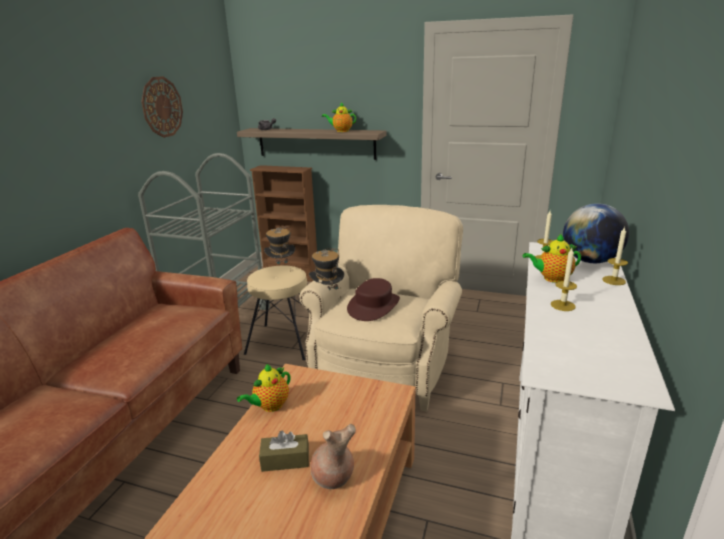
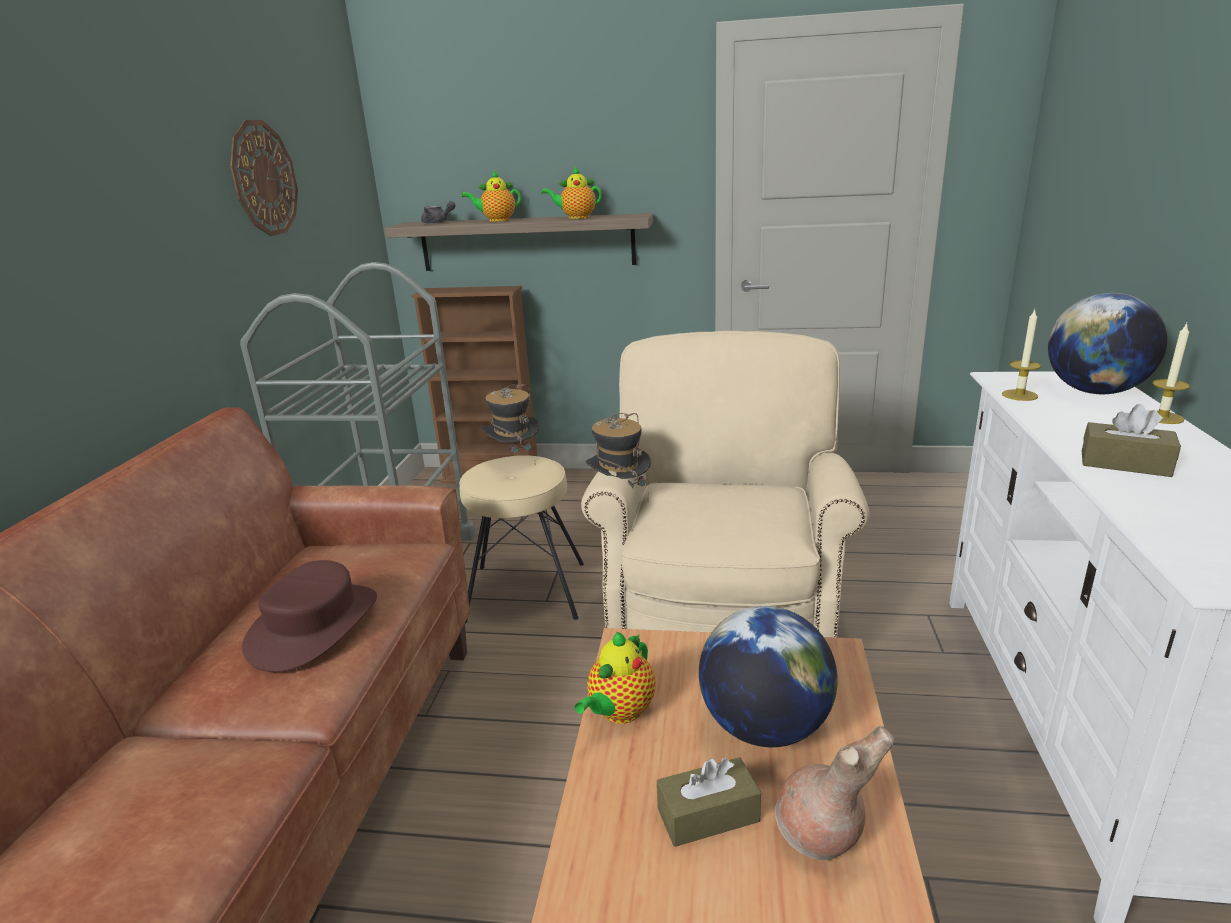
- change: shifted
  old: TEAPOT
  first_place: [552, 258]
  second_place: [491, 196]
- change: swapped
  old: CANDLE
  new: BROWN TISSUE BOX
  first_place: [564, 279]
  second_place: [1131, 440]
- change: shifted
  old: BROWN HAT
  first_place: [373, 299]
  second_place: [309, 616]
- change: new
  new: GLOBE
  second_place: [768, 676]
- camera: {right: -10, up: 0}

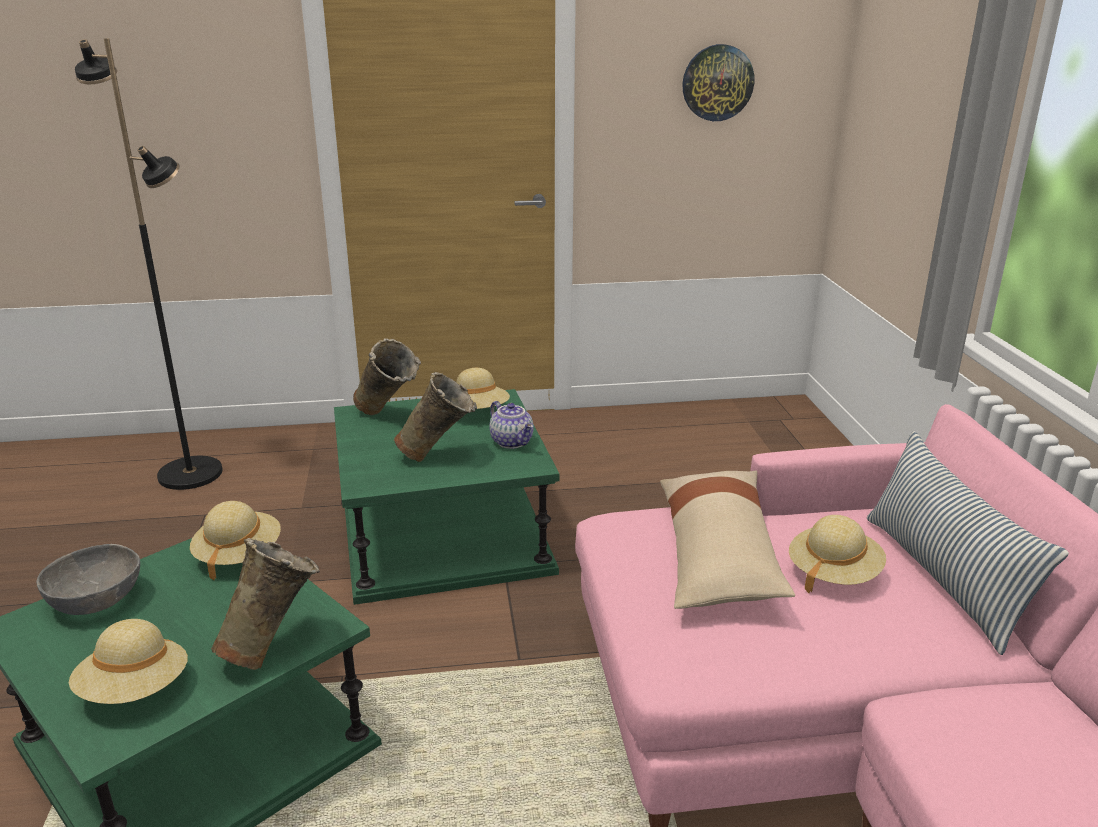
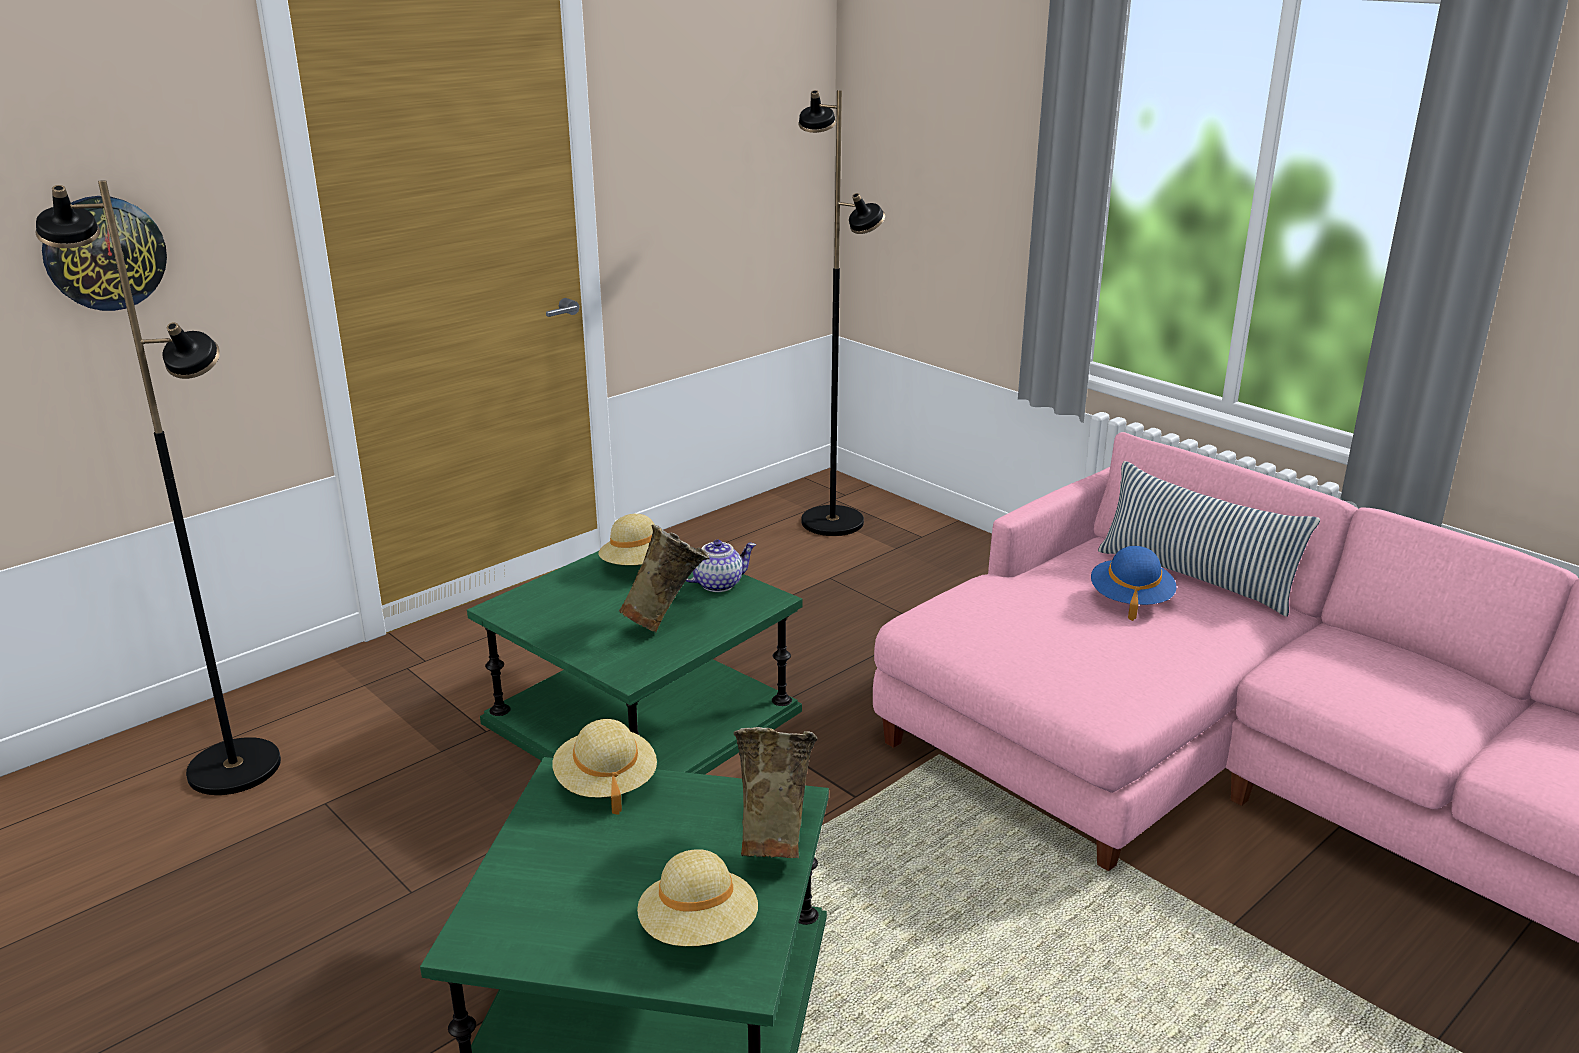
- change: shifted
  old: WALL CLOCK
  first_place: [718, 82]
  second_place: [104, 253]
- change: gone
  old: BEIGE VASE
  first_place: [387, 377]
- change: rotated
  old: TEAPOT
  first_place: [511, 425]
  second_place: [721, 566]
  degrees: -45
- change: gone
  old: BEIGE PILLOW
  first_place: [727, 540]
- change: repainted
  old: BEIGE HAT
  new: BLUE HAT
  first_place: [837, 554]
  second_place: [1134, 583]
- change: gone
  old: GREY BOWL
  first_place: [88, 579]
- change: new
  new: BLACK FLOOR LAMP
  second_place: [841, 313]
- camera: {right: -35, up: 0}

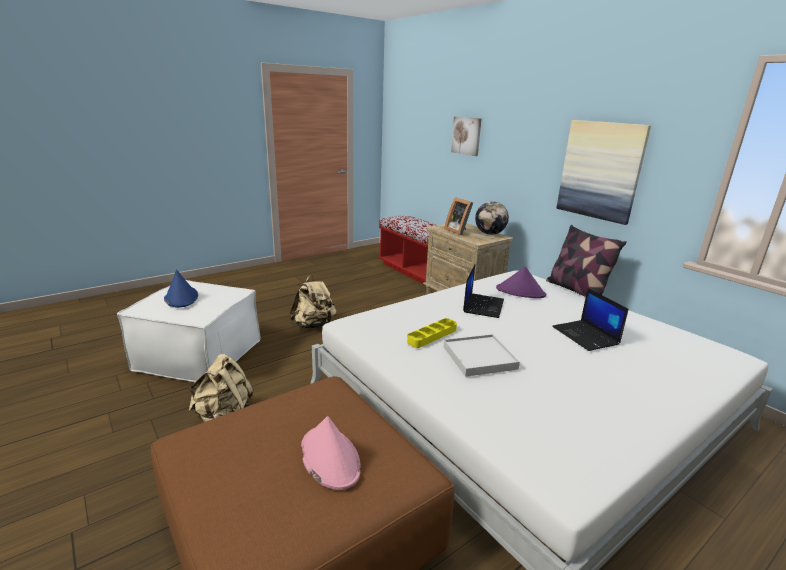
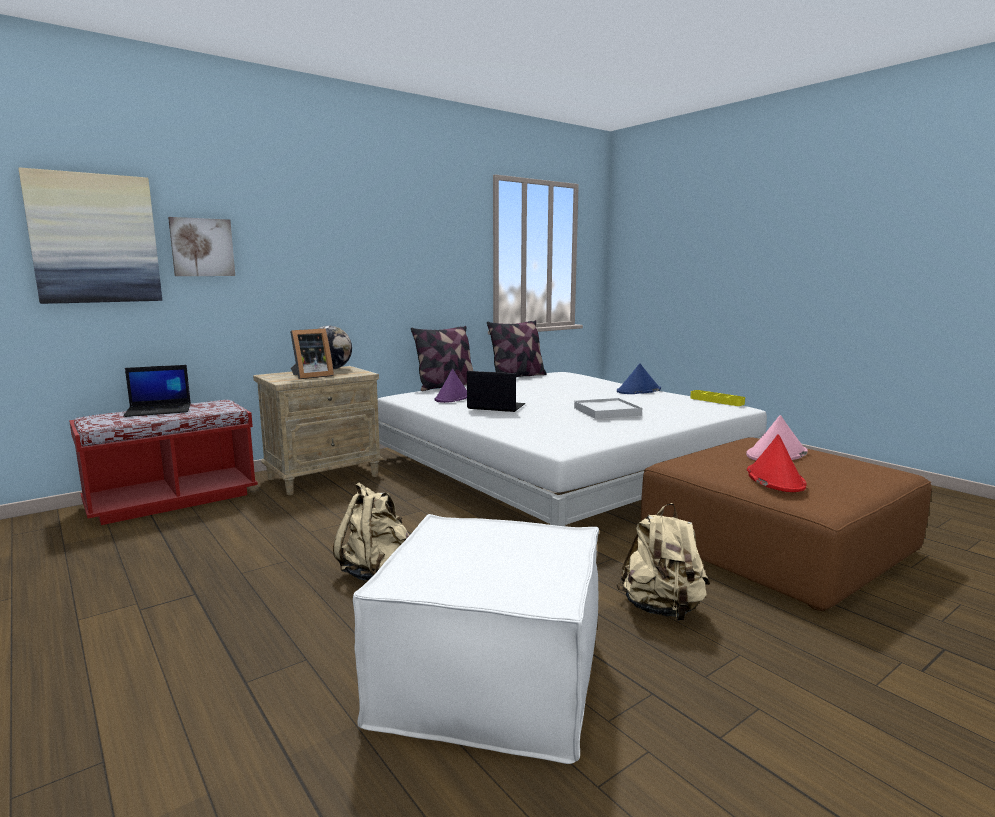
- change: shifted
  old: PICTURE
  first_place: [604, 172]
  second_place: [90, 235]
- change: shifted
  old: BLUE HAT
  first_place: [181, 289]
  second_place: [639, 378]
- change: shifted
  old: LAPTOP
  first_place: [590, 319]
  second_place: [157, 391]
- change: shifted
  old: YELLOW TRAY
  first_place: [432, 333]
  second_place: [717, 398]
- change: new
  new: PILLOW
  second_place: [517, 348]
- change: new
  new: RED HAT
  second_place: [776, 463]
- camera: {right: -90, up: -10}

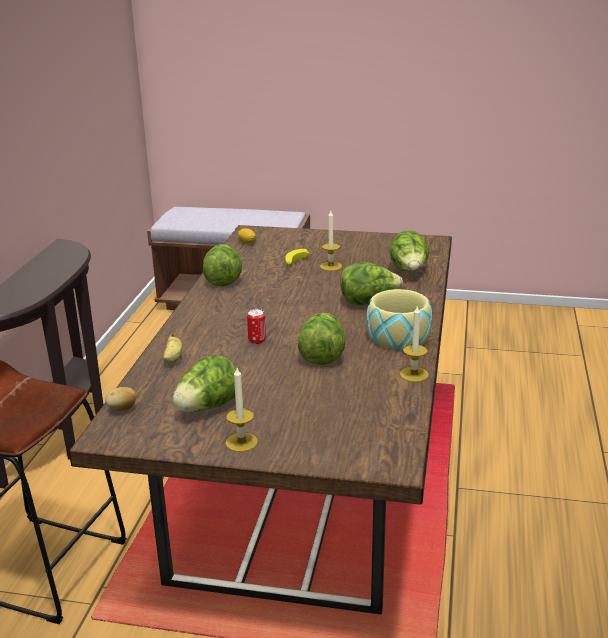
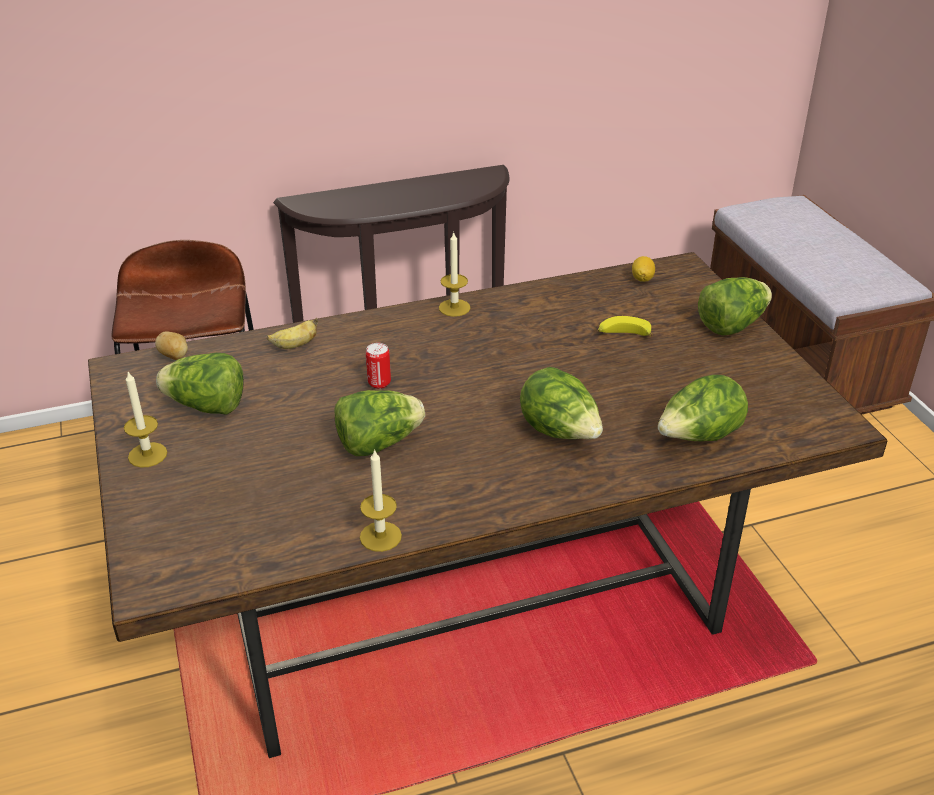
- change: shifted
  old: CANDLE
  first_place: [331, 241]
  second_place: [455, 274]
- change: shifted
  old: LETTUCE
  first_place: [222, 265]
  second_place: [735, 306]
- change: gone
  old: BOWL
  first_place: [399, 319]
- camera: {right: 60, up: 10}

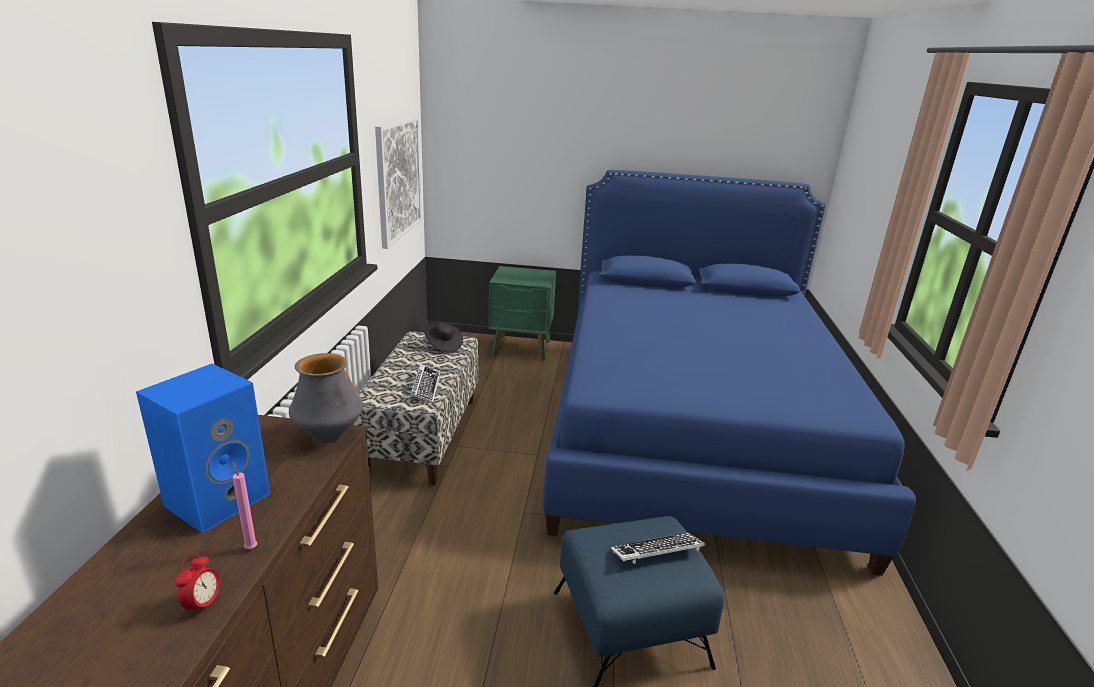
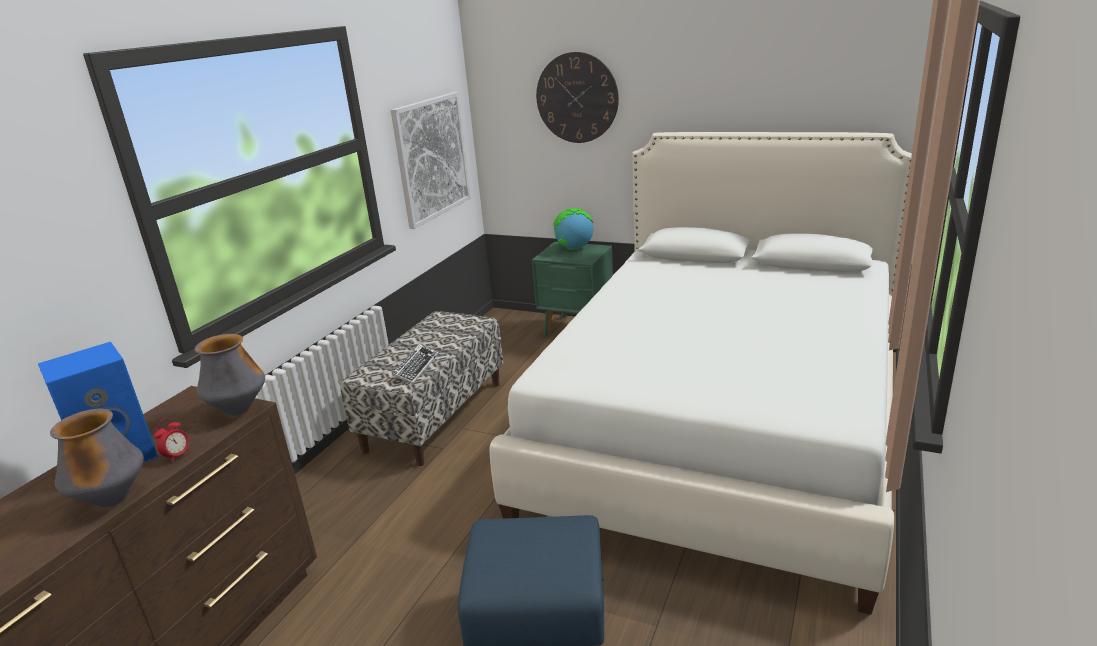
- change: repainted
  old: BLUE BED
  new: WHITE BED
  first_place: [729, 373]
  second_place: [700, 373]
- change: gone
  old: BLACK HAT
  first_place: [444, 337]
- change: swapped
  old: PINK CANDLE
  new: VASE
  first_place: [245, 505]
  second_place: [97, 458]
- change: gone
  old: KEYBOARD
  first_place: [658, 548]
- change: shifted
  old: ALARM CLOCK
  first_place: [198, 585]
  second_place: [172, 440]
- change: new
  new: WALL CLOCK
  second_place: [577, 97]
- change: new
  new: GLOBE
  second_place: [573, 229]
- camera: {right: 20, up: 0}

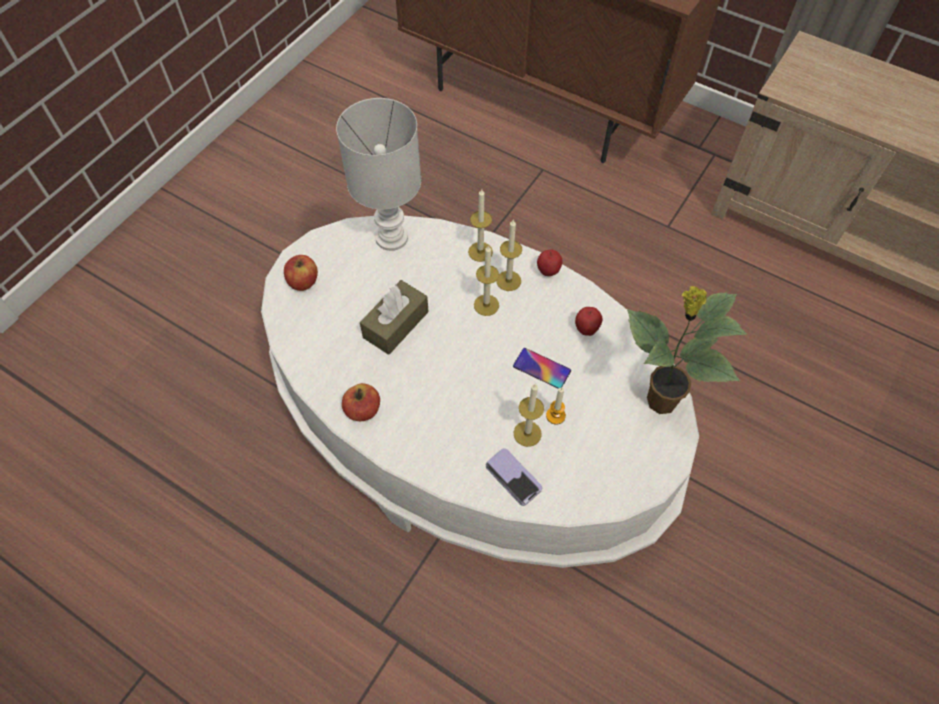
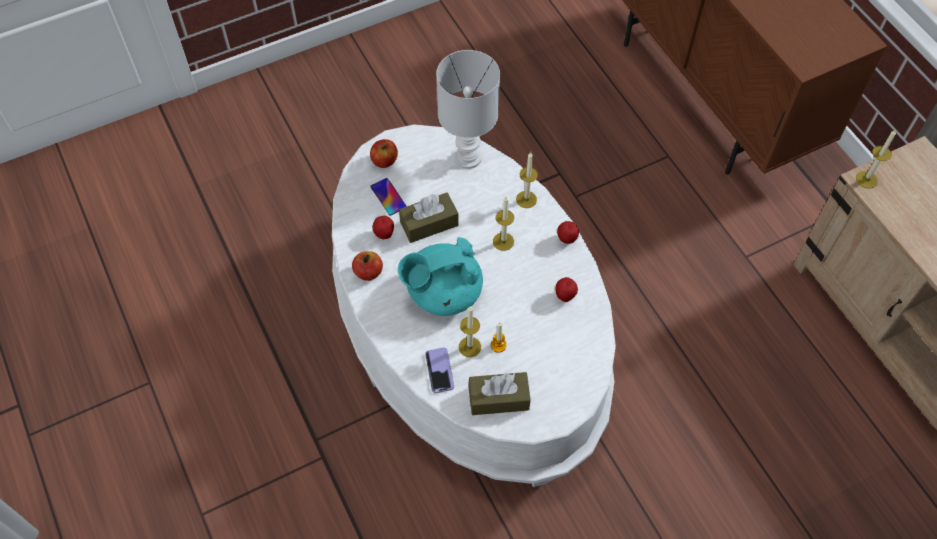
- change: shifted
  old: CANDLE
  first_place: [509, 255]
  second_place: [876, 159]
- change: gone
  old: POTTED PLANT
  first_place: [687, 350]
- change: shifted
  old: PHONE
  first_place: [542, 368]
  second_place: [388, 197]
- change: new
  new: APPLE
  second_place: [383, 227]
- change: new
  new: TURQUOISE TEAPOT
  second_place: [440, 276]
- change: new
  new: BROWN TISSUE BOX
  second_place: [499, 393]
- camera: {right: 30, up: 0}

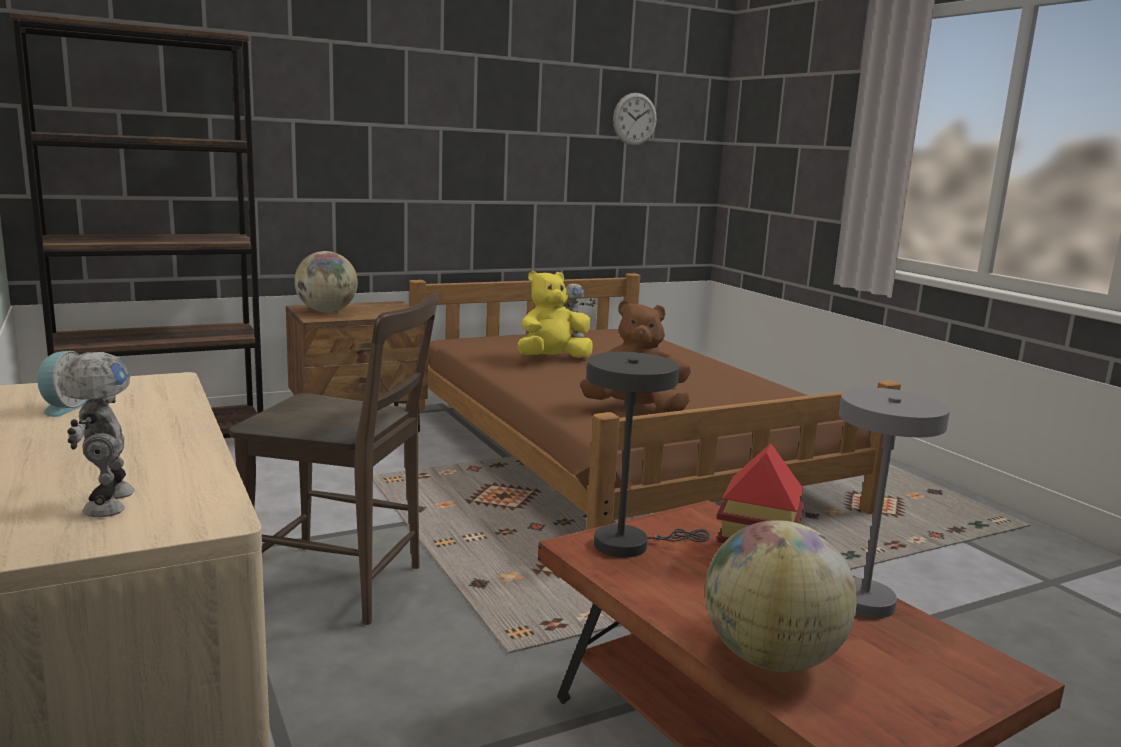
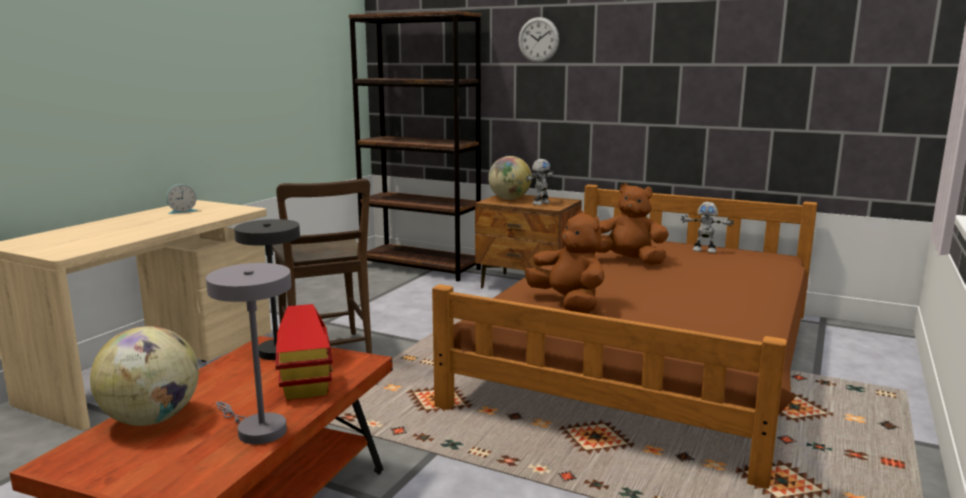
- change: shifted
  old: WALL CLOCK
  first_place: [635, 119]
  second_place: [538, 40]
- change: repainted
  old: YELLOW PLUSH TOY
  new: BROWN PLUSH TOY
  first_place: [555, 314]
  second_place: [632, 224]
- change: shifted
  old: TOY ROBOT
  first_place: [96, 434]
  second_place: [540, 182]
- camera: {right: 55, up: 0}

